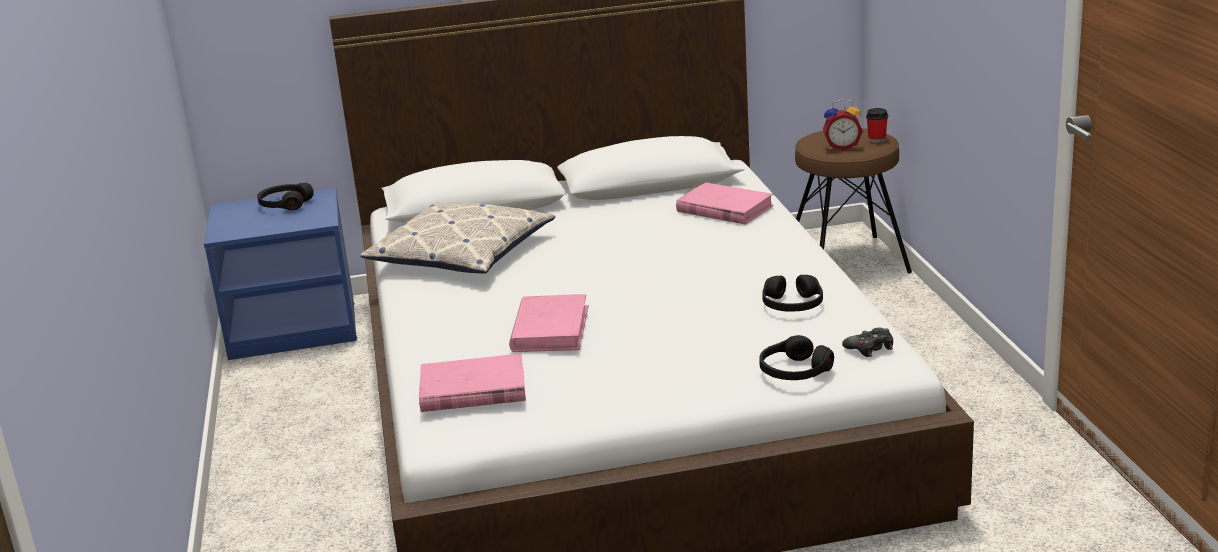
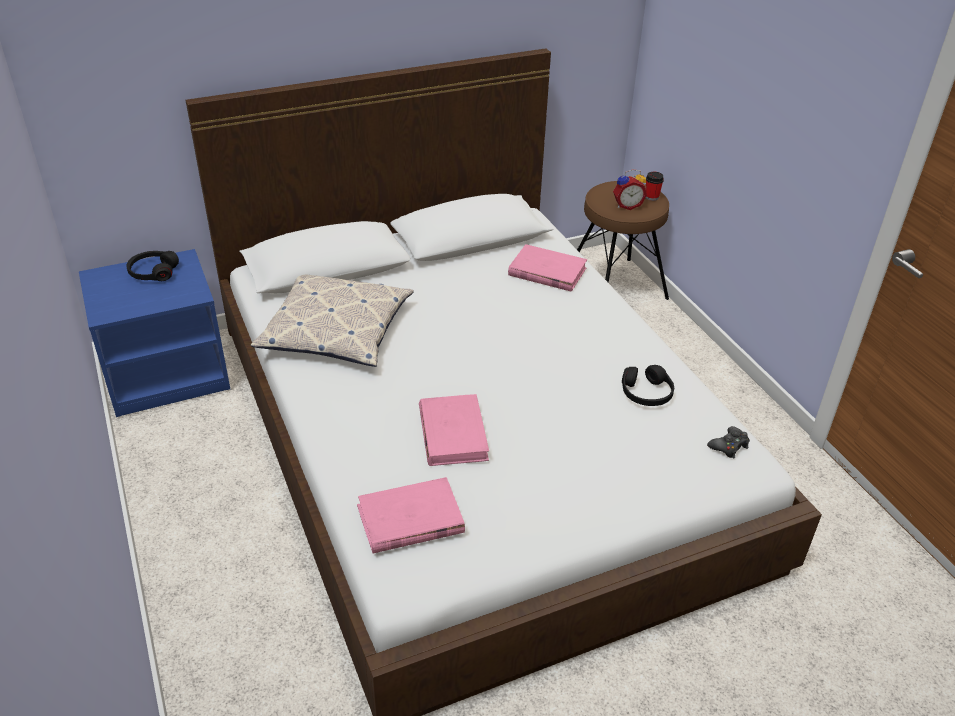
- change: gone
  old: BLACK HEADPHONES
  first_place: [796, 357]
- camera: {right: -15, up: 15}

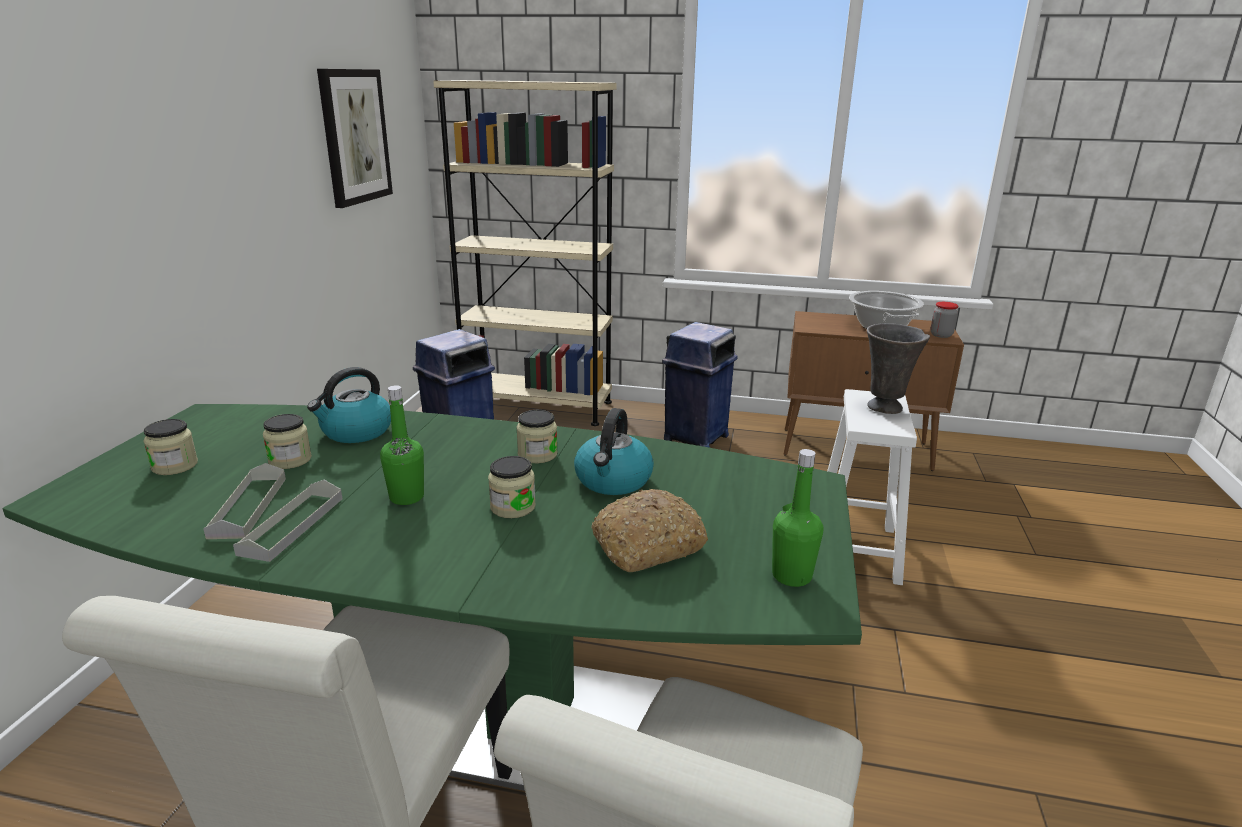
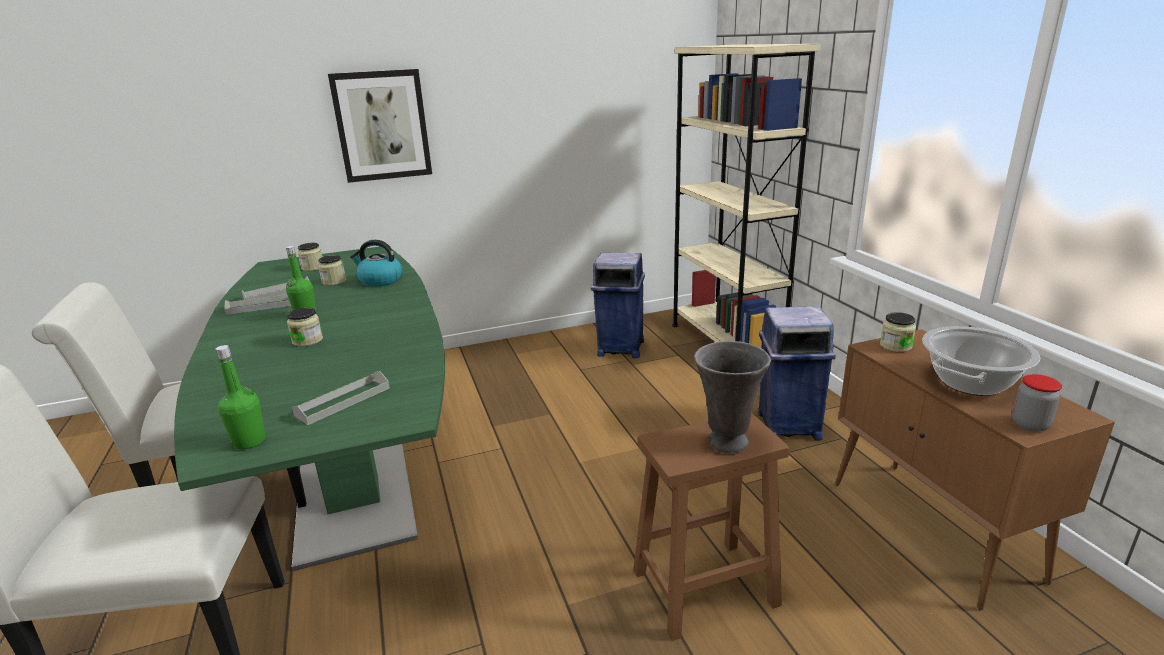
- change: shifted
  old: PICTURE
  first_place: [355, 138]
  second_place: [380, 126]
- change: repainted
  old: WHITE STOOL
  new: BROWN STOOL
  first_place: [872, 487]
  second_place: [711, 527]
- change: gone
  old: KETTLE
  first_place: [614, 451]
- change: shifted
  old: JAR
  first_place: [537, 436]
  second_place: [898, 332]
- change: gone
  old: BREAD
  first_place: [649, 530]
- change: new
  new: GREY TRAY
  second_place: [341, 398]
- camera: {right: 60, up: 0}

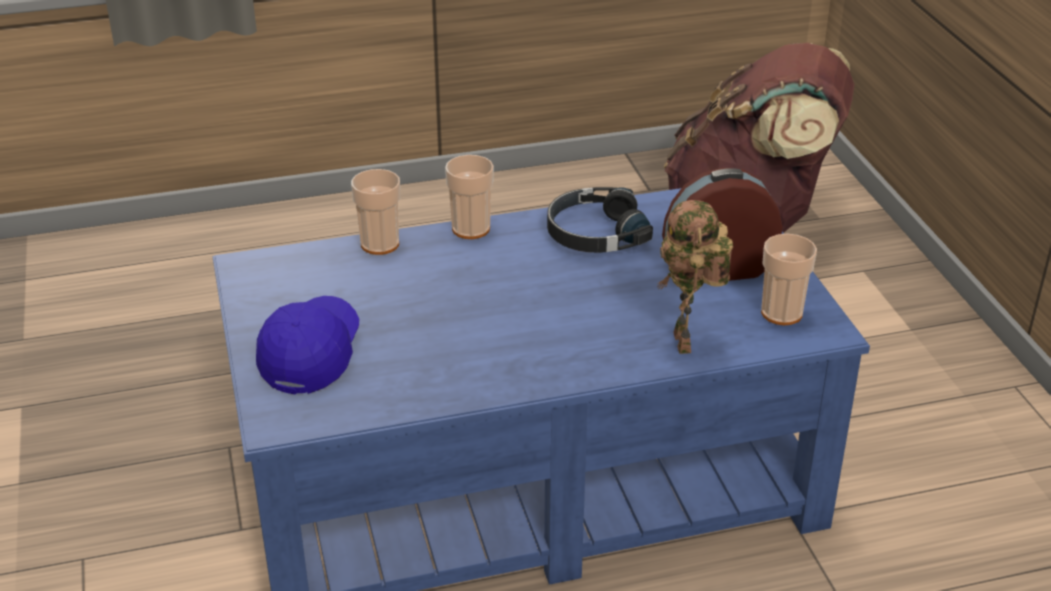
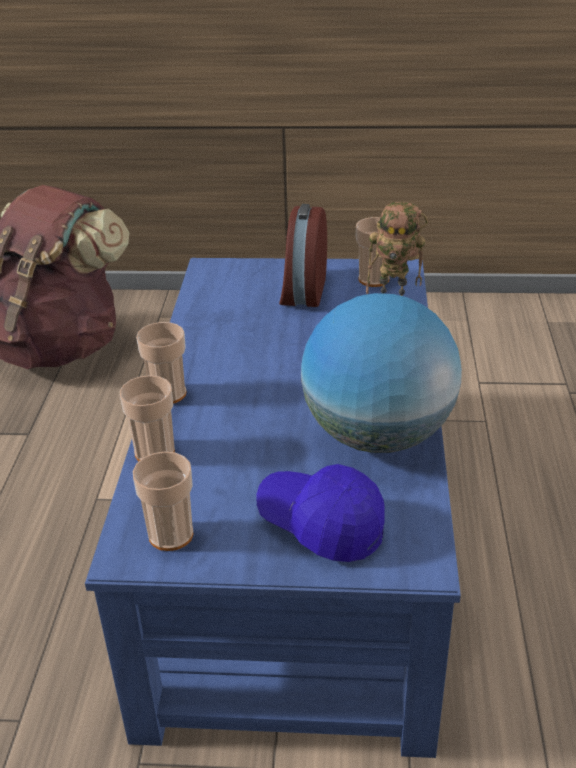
- change: gone
  old: BLACK HEADPHONES
  first_place: [600, 220]
- change: new
  new: GLOBE
  second_place: [381, 373]
- change: new
  new: CUP
  second_place: [163, 501]
- camera: {right: -70, up: 0}

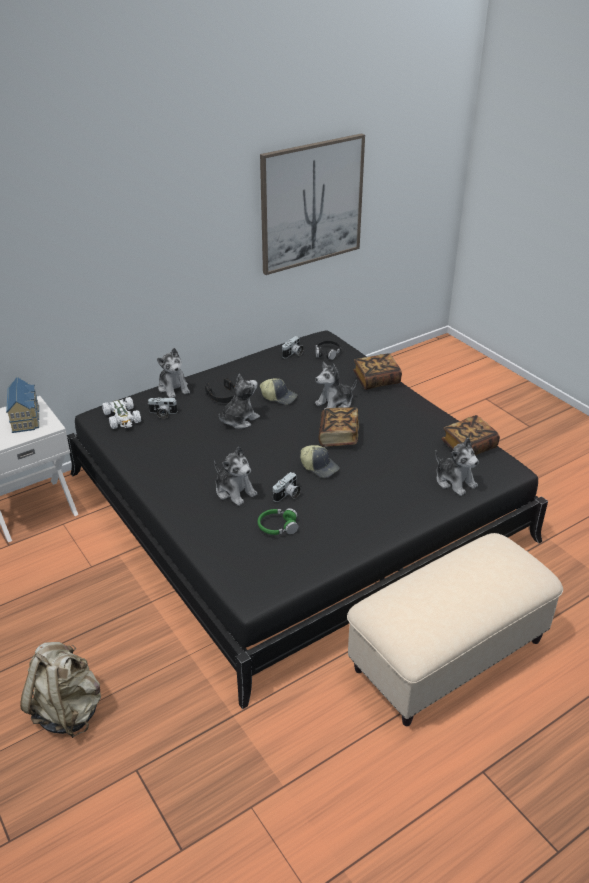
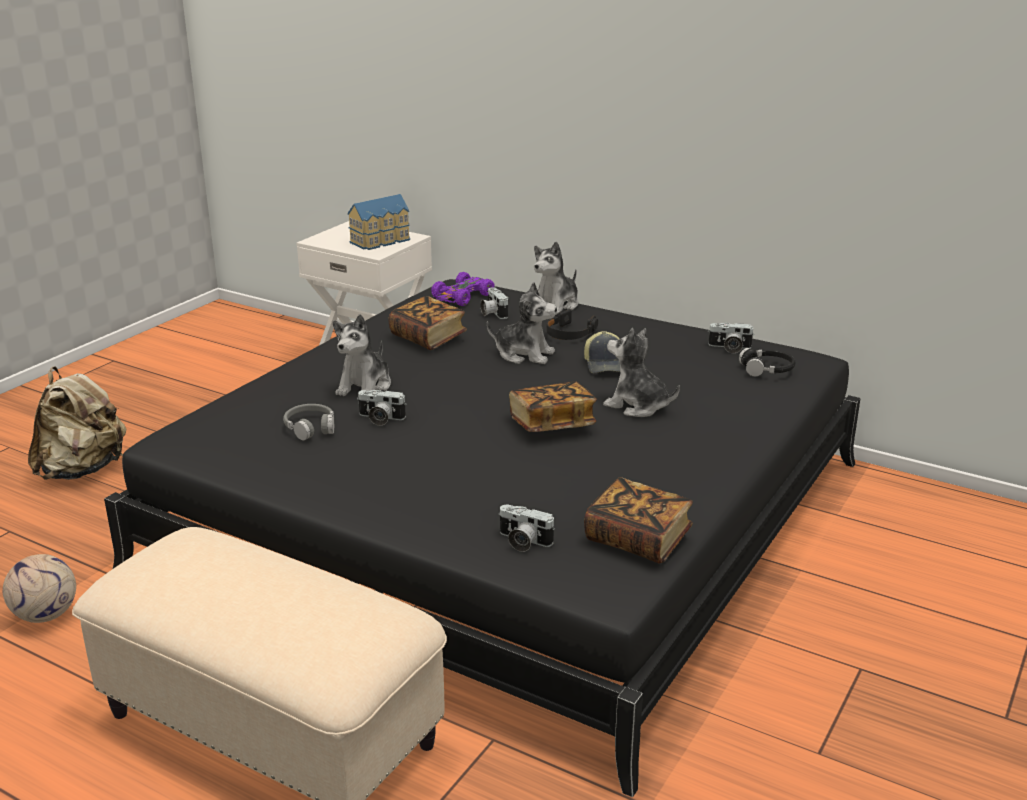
- change: gone
  old: PICTURE
  first_place: [312, 204]
- change: shifted
  old: BOOK
  first_place: [377, 371]
  second_place: [427, 323]
- change: repainted
  old: WHITE TOY CAR
  new: PURPLE TOY CAR
  first_place: [121, 413]
  second_place: [462, 289]
- change: swapped
  old: PLUSH TOY
  new: PHOTO CAMERA
  first_place: [457, 467]
  second_place: [527, 528]
- change: gone
  old: CAP
  first_place: [320, 461]
- change: repainted
  old: GREEN HEADPHONES
  new: GREY HEADPHONES
  first_place: [278, 521]
  second_place: [308, 422]
- change: new
  new: FOOTBALL
  second_place: [39, 588]
- camera: {right: 65, up: -10}

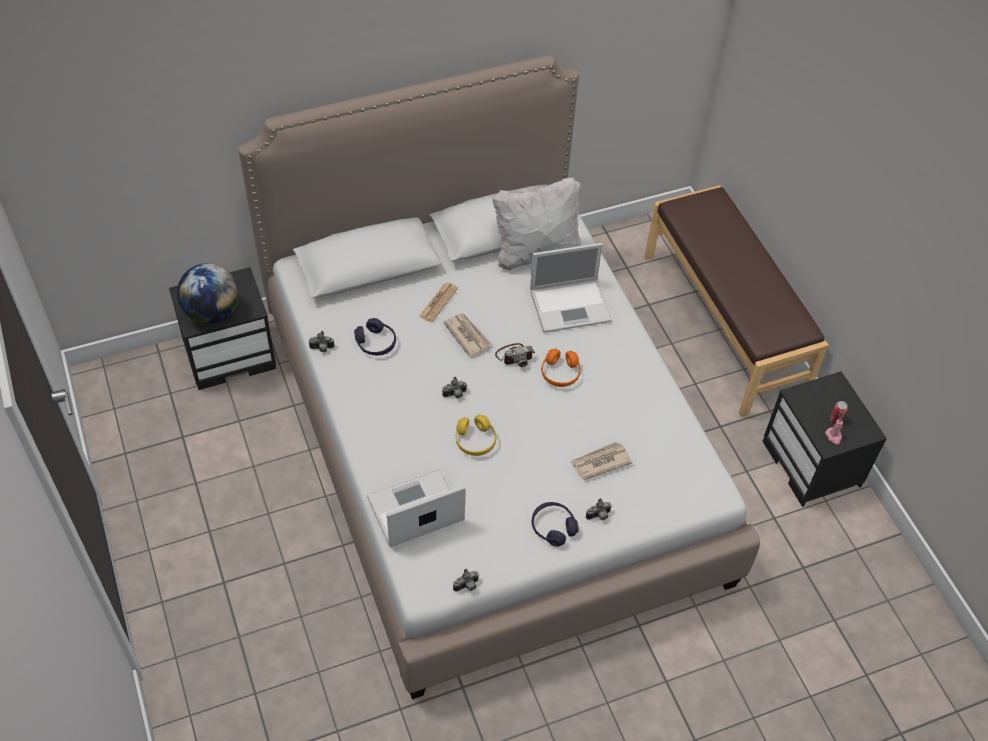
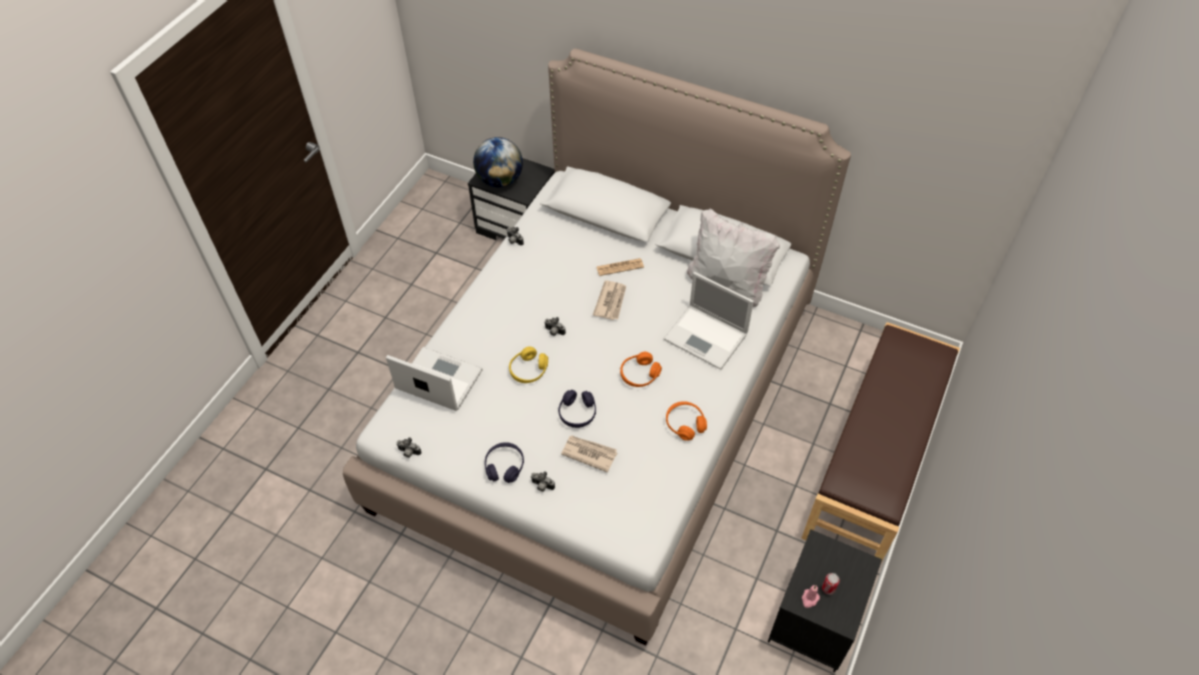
- change: shifted
  old: PURPLE HEADPHONES
  first_place: [375, 336]
  second_place: [577, 409]
- change: gone
  old: PHOTO CAMERA
  first_place: [515, 355]
- change: new
  new: ORANGE HEADPHONES
  second_place: [686, 421]
- camera: {right: 50, up: 0}

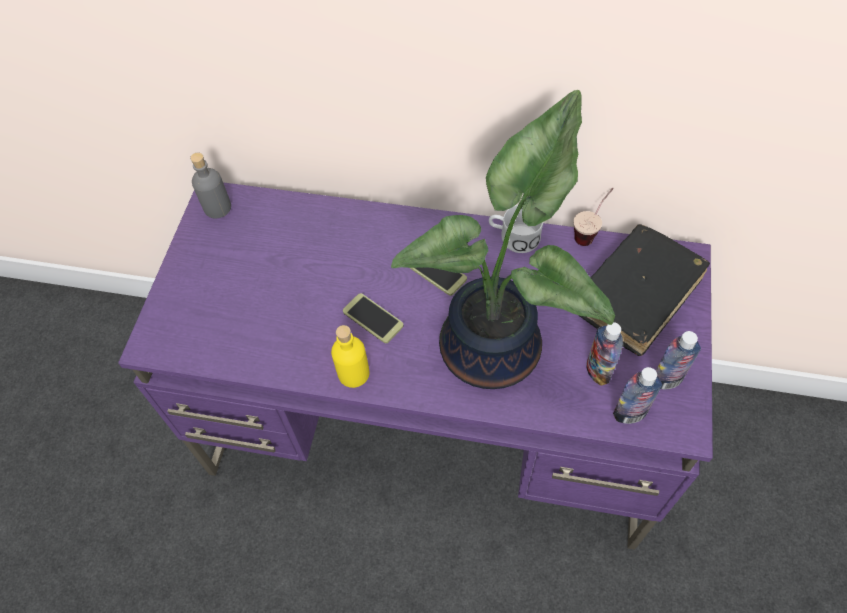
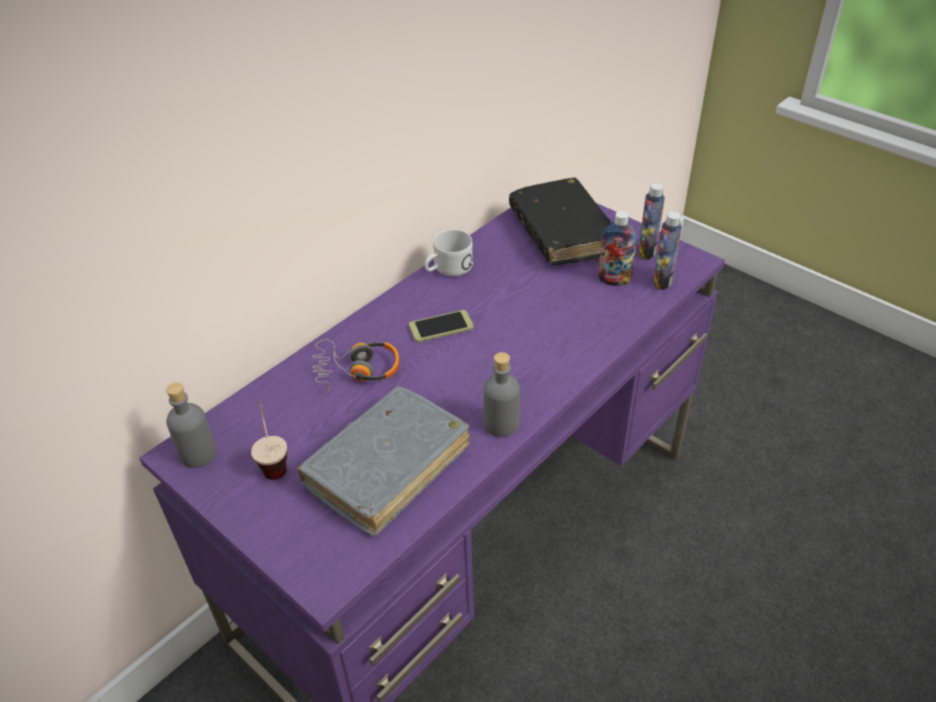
- change: gone
  old: POTTED PLANT
  first_place: [503, 239]
- change: shifted
  old: CUP
  first_place: [594, 217]
  second_place: [269, 439]
- change: gone
  old: PHONE
  first_place: [373, 318]
- change: repainted
  old: YELLOW BOTTLE
  new: GREY BOTTLE
  first_place: [350, 356]
  second_place: [501, 394]
- change: new
  new: HEADPHONES
  second_place: [356, 365]
- change: new
  new: GREY BOOK
  second_place: [383, 461]
- camera: {right: -60, up: -15}

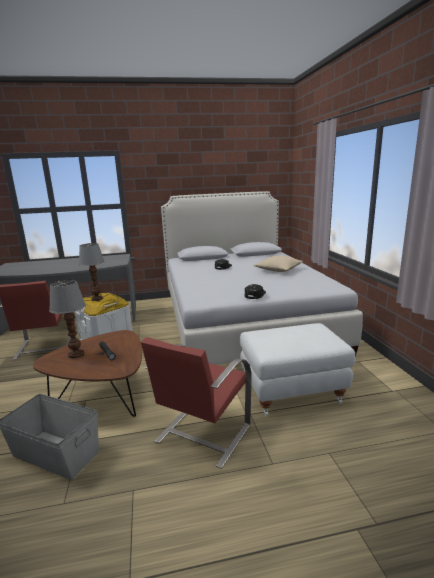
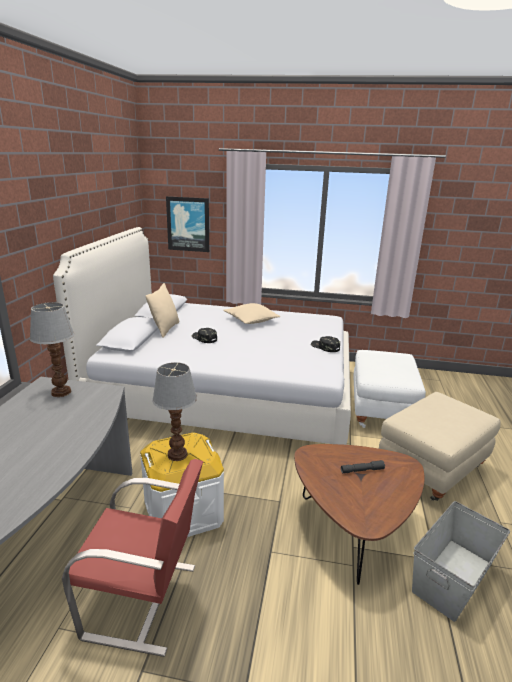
- change: shifted
  old: TABLE LAMP
  first_place: [67, 319]
  second_place: [51, 349]
- change: swapped
  old: RED CHAIR
  new: BEIGE OTTOMAN
  first_place: [196, 403]
  second_place: [440, 446]
- change: new
  new: PICTURE
  second_place: [187, 224]
- change: new
  new: BEIGE PILLOW
  second_place: [162, 310]
- camera: {right: -70, up: 5}

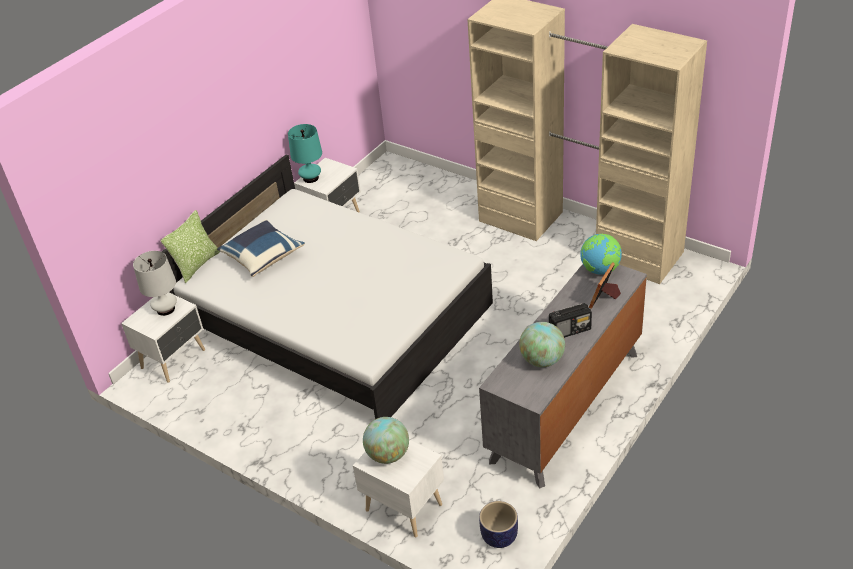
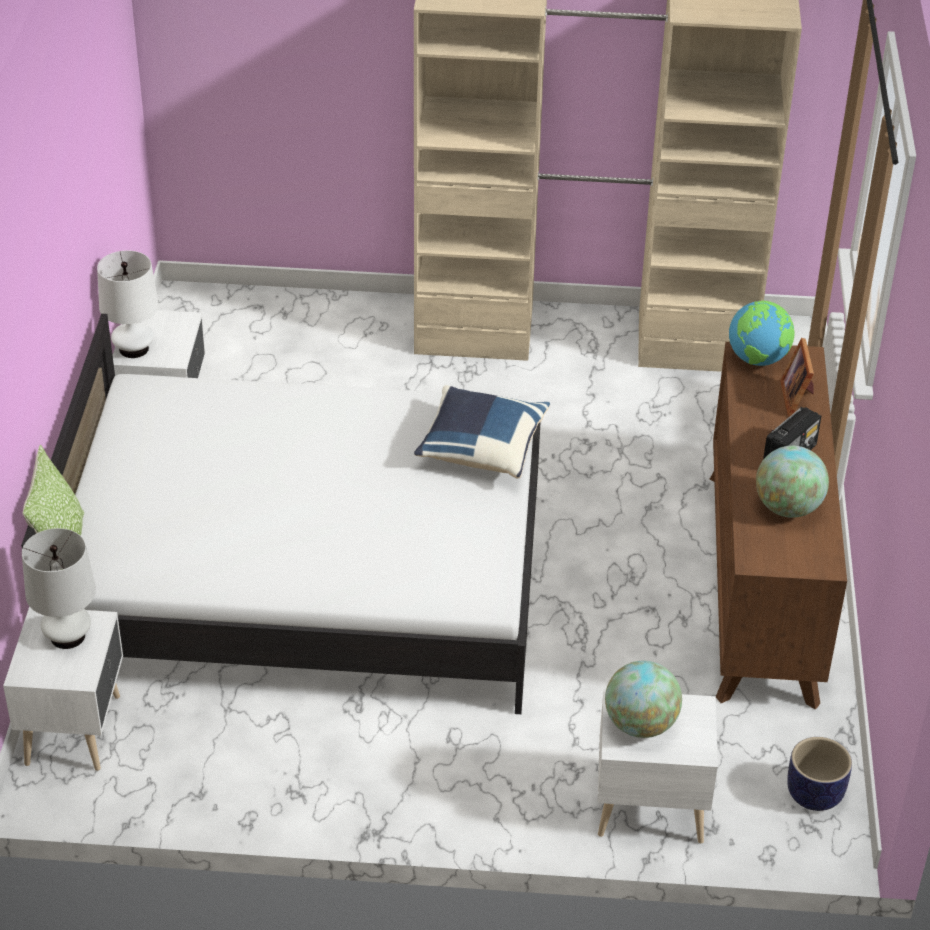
- change: repainted
  old: TURQUOISE TABLE LAMP
  new: WHITE TABLE LAMP
  first_place: [305, 153]
  second_place: [128, 304]
- change: shifted
  old: BLUE PILLOW
  first_place: [261, 248]
  second_place: [482, 431]
- change: repainted
  old: GREY DRESSER
  new: BROWN DRESSER
  first_place: [563, 376]
  second_place: [778, 526]
- camera: {right: -35, up: 0}

